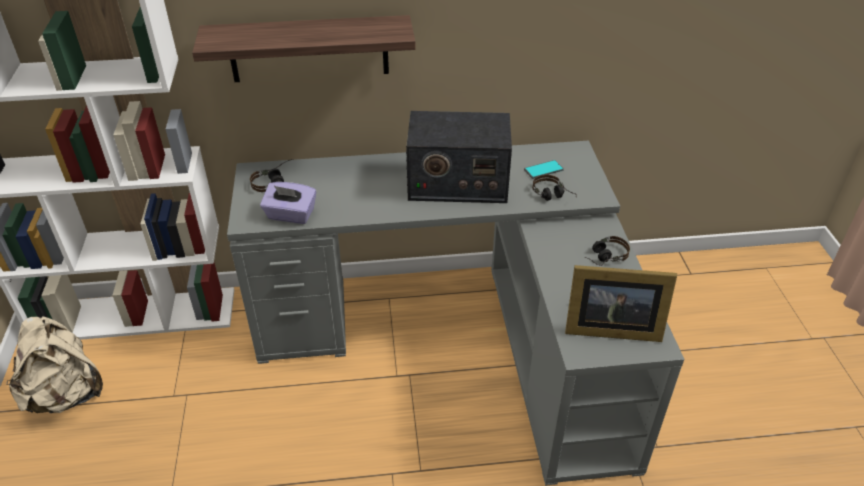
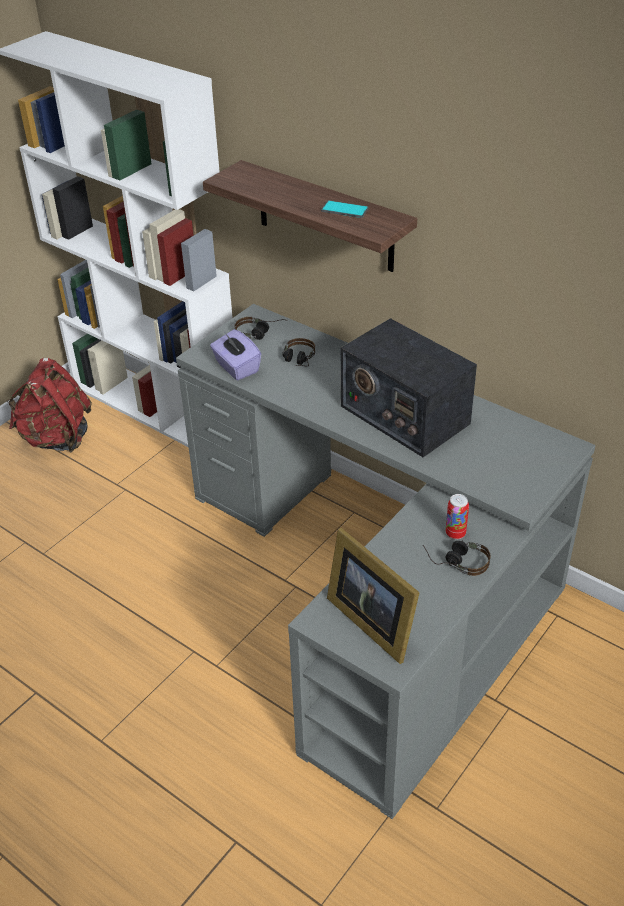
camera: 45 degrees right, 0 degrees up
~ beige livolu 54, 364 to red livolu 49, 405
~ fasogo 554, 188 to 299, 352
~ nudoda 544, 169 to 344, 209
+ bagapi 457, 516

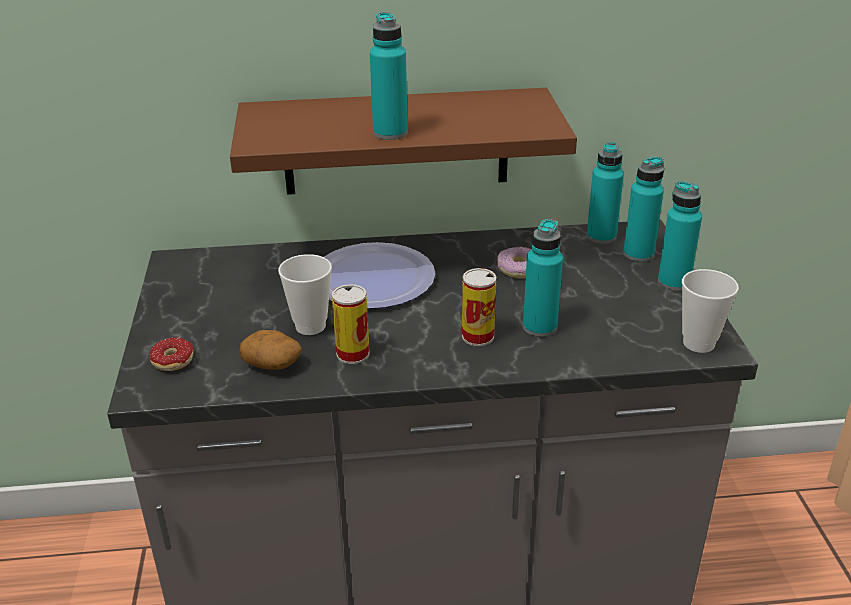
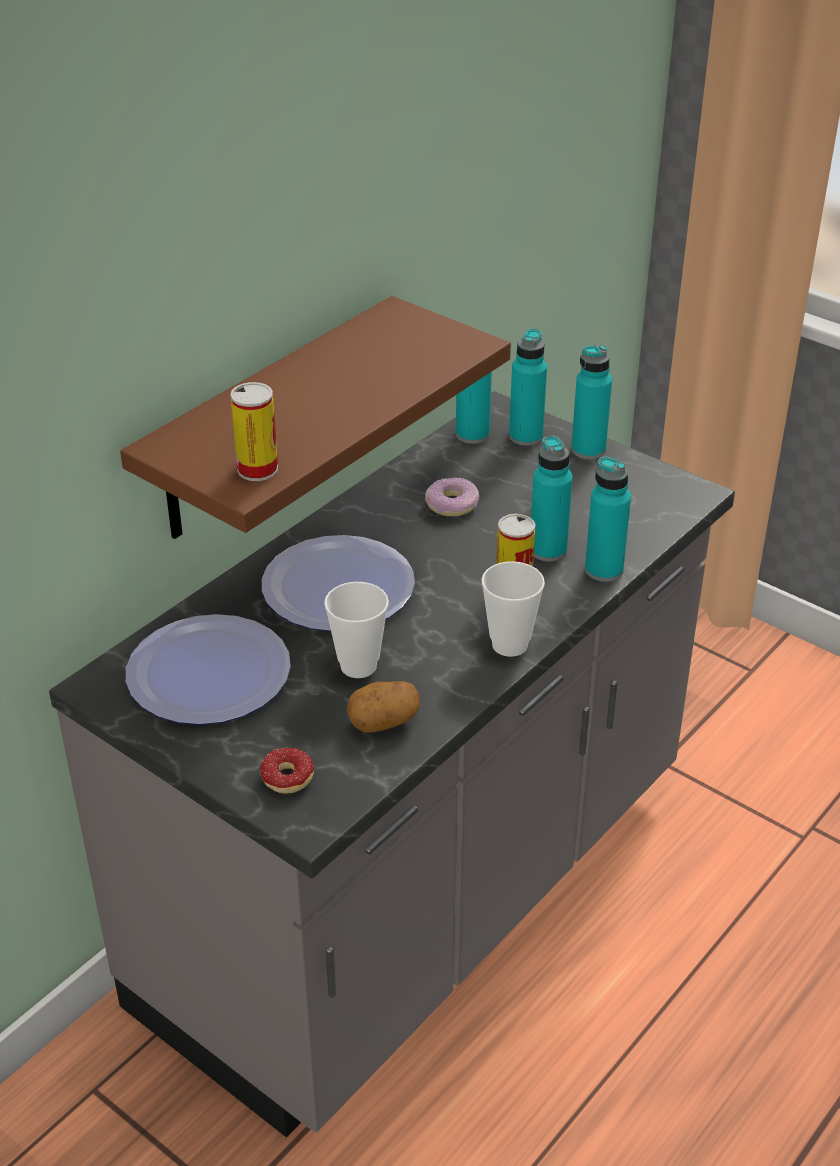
camera: 45 degrees left, 5 degrees up
+ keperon 208, 669
~ bagapi 351, 324 to 254, 431
~ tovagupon 710, 311 to 513, 609
~ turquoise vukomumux 389, 76 to 608, 519

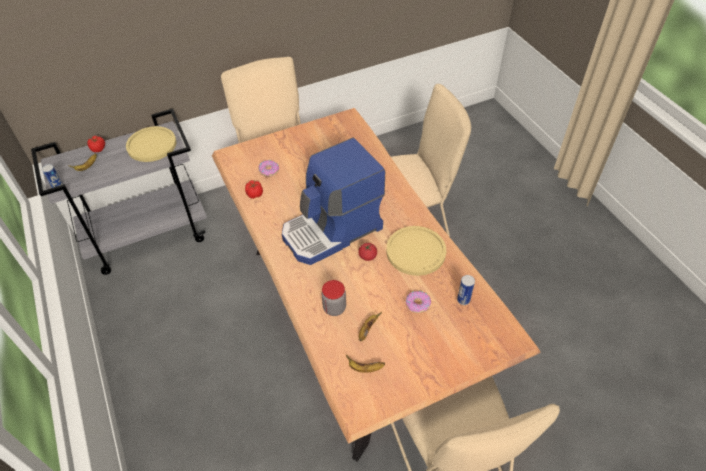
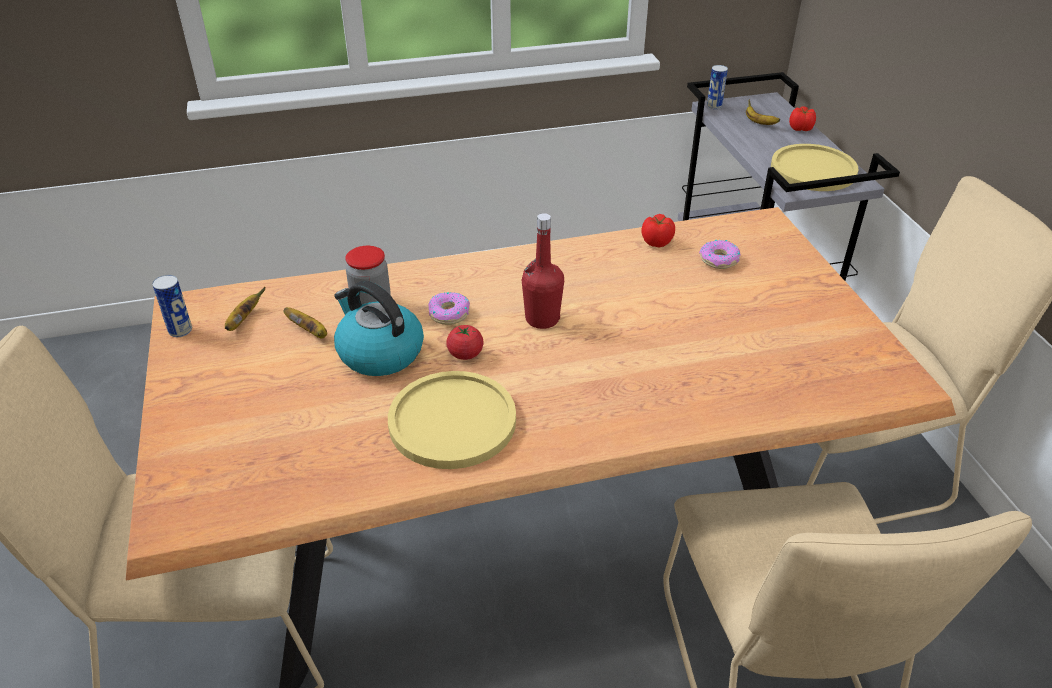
camera: 100 degrees right, 10 degrees down
~ bagapi 466, 290 to 172, 306
+ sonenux 379, 328
~ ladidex 418, 302 to 449, 308
~ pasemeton 333, 201 to red vukomumux 543, 271

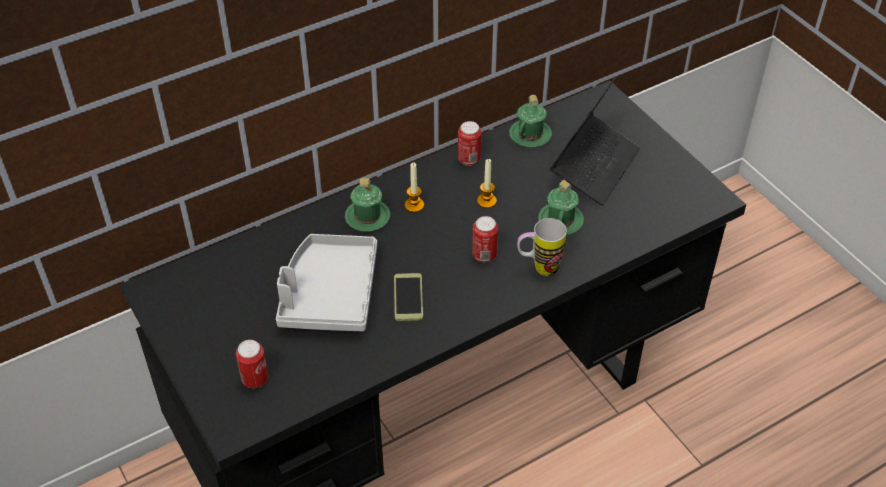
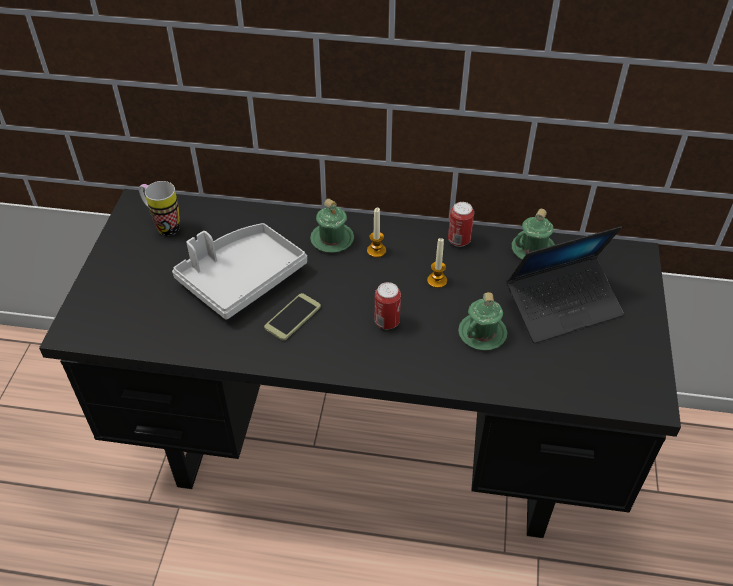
camera: 40 degrees right, 0 degrees up
~ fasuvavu 542, 247 to 159, 208
- bagapi 252, 364

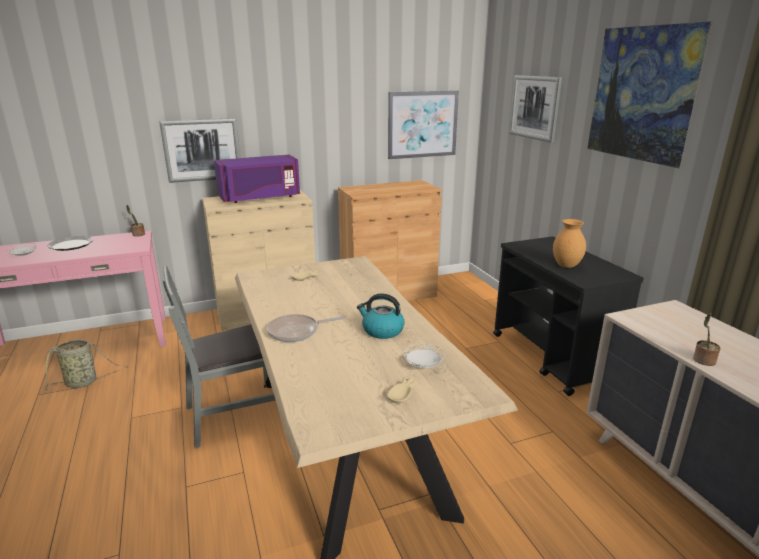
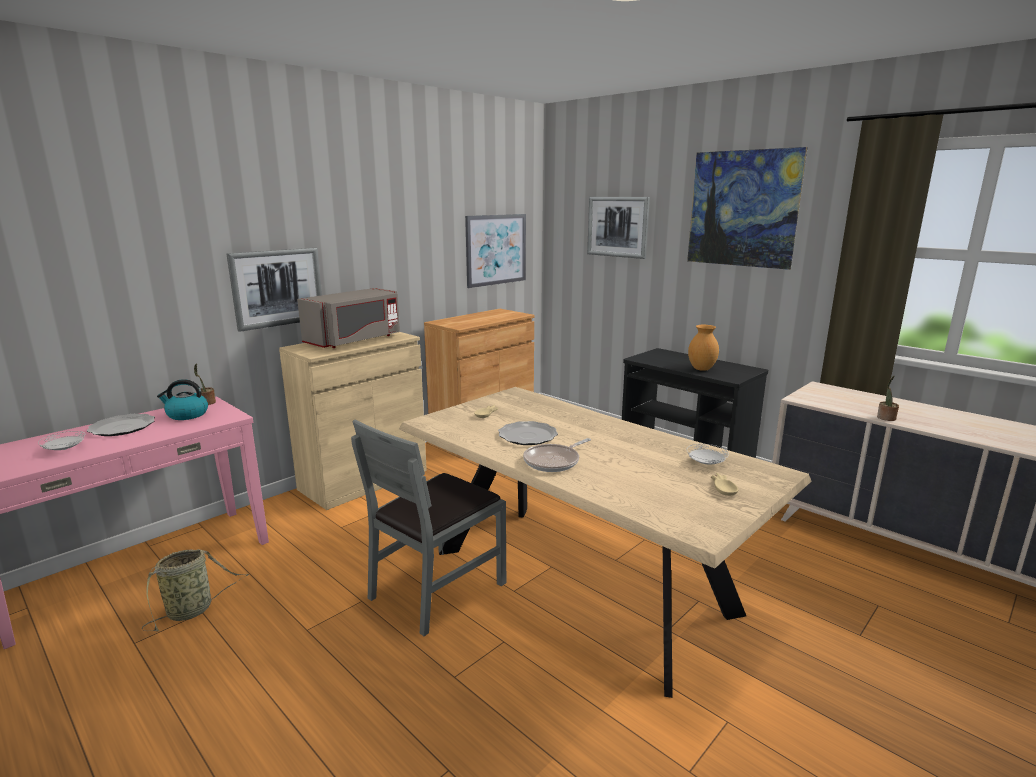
camera: 25 degrees left, 5 degrees down
~ sonenux 381, 316 to 182, 399
~ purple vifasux 257, 179 to grey vifasux 348, 318
+ keperon 528, 433

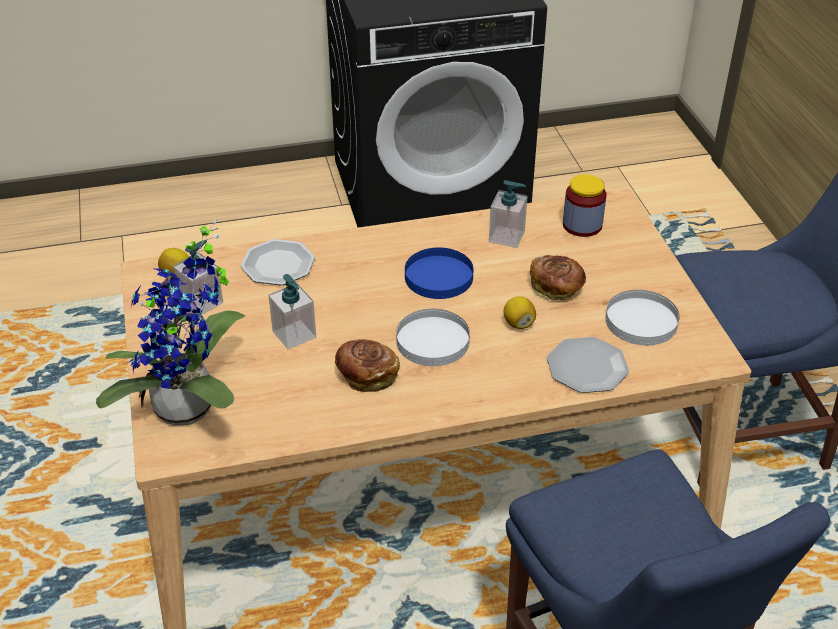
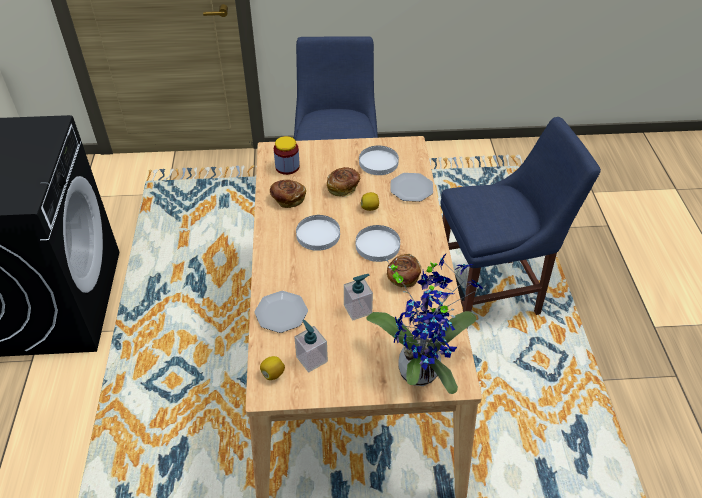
camera: 80 degrees left, 5 degrees up
~ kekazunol 508, 214 to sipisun 288, 194
~ blue keperon 439, 273 to white keperon 318, 233

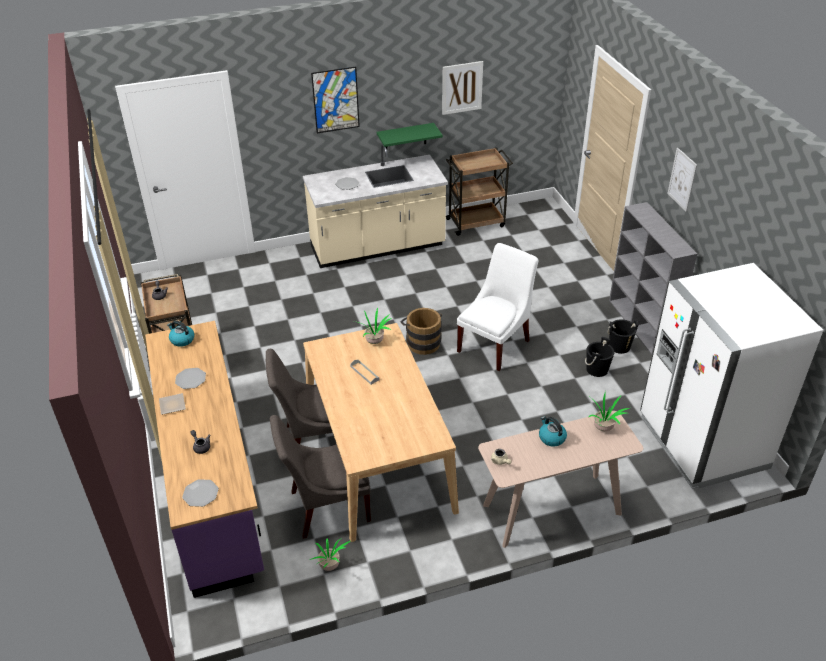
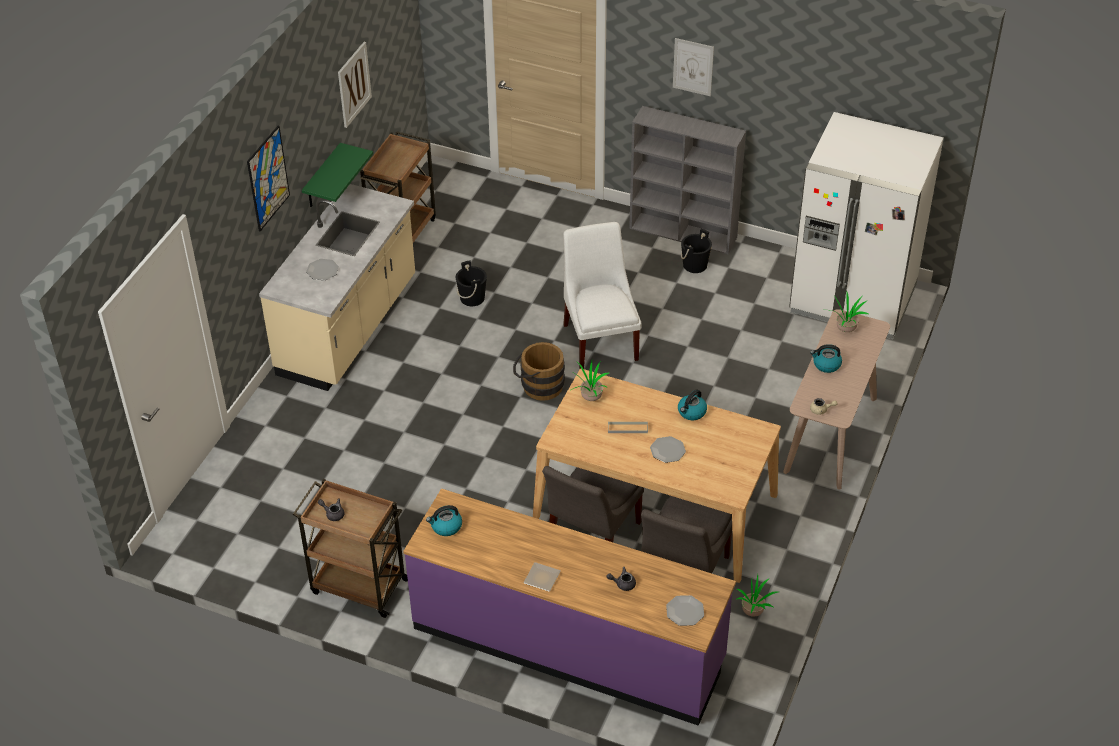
camera: 50 degrees left, 5 degrees up
~ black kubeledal 599, 357 to 471, 283
~ keperon 190, 378 to 668, 449
+ sonenux 692, 405

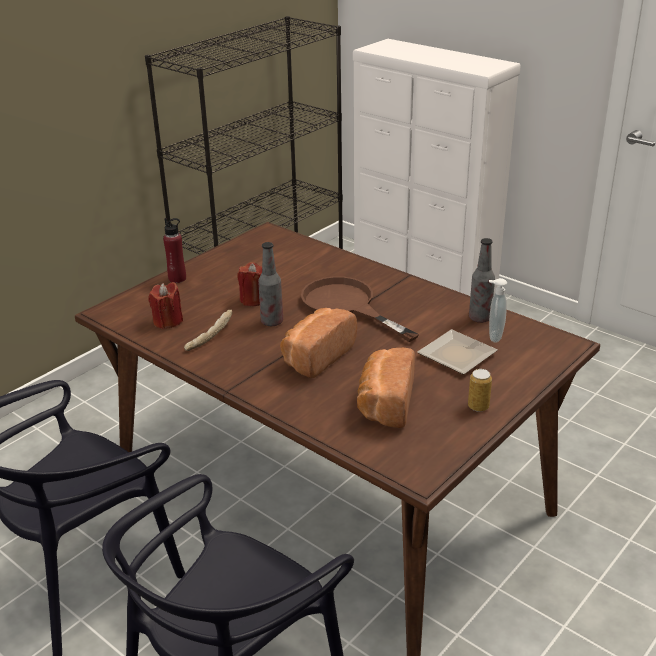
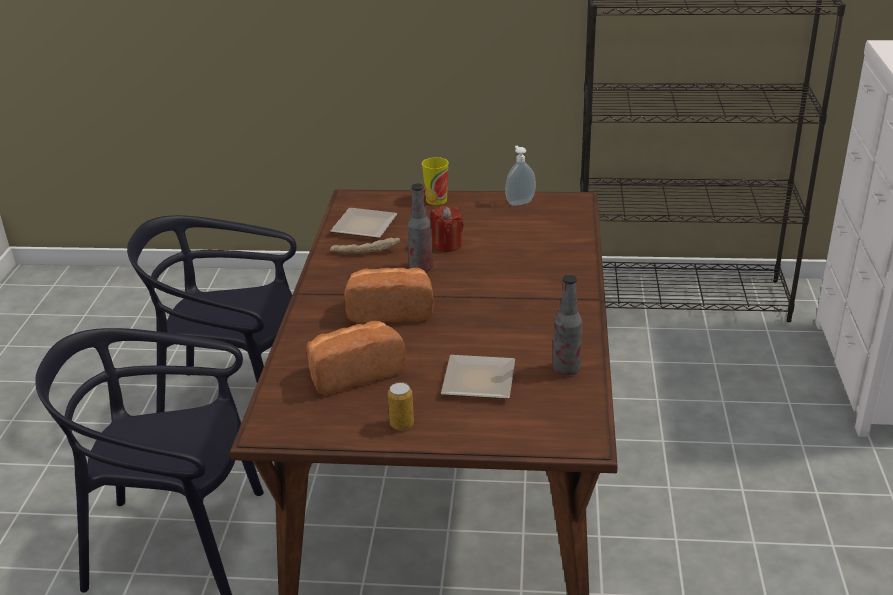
camera: 55 degrees right, 0 degrees up
~ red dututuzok 166, 305 to keperon 364, 223
~ red vukomumux 174, 250 to tovagupon 435, 181
~ kekazunol 498, 310 to 520, 176
- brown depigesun 360, 309

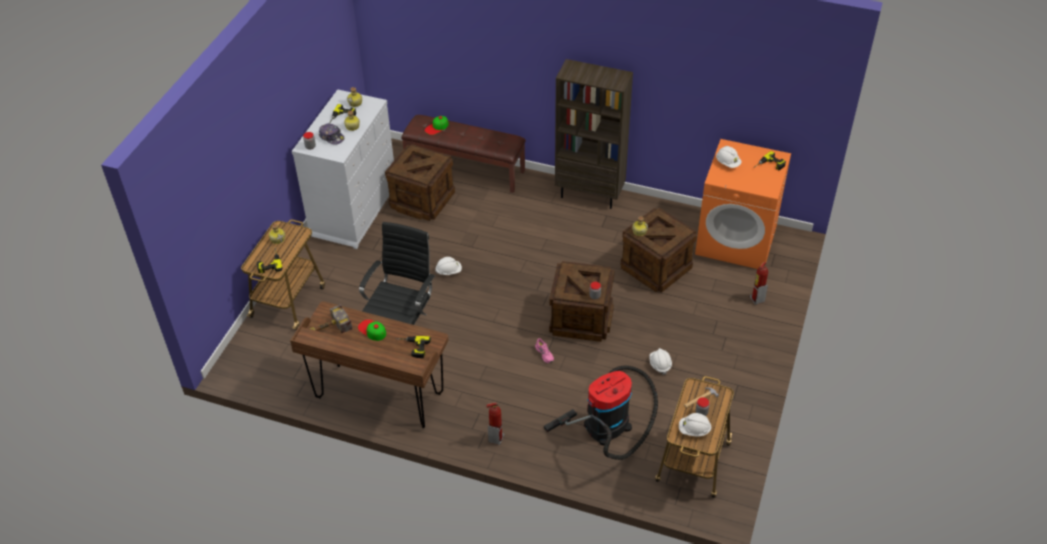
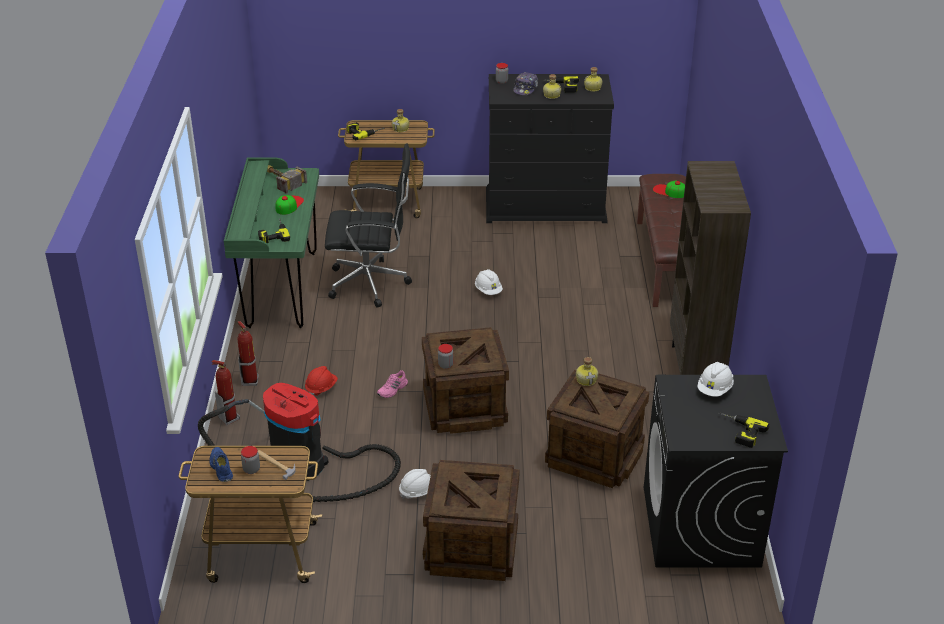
camera: 70 degrees right, 10 degrees down
~ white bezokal 695, 425 to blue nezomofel 221, 464
~ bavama 759, 283 to 226, 392
~ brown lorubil 369, 364 to green lorubil 271, 242
+ red bezokal 321, 381
~ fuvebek 420, 182 to 471, 520
~ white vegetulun 343, 169 to black vegetulun 550, 148
~ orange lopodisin 743, 204 to black lopodisin 716, 471

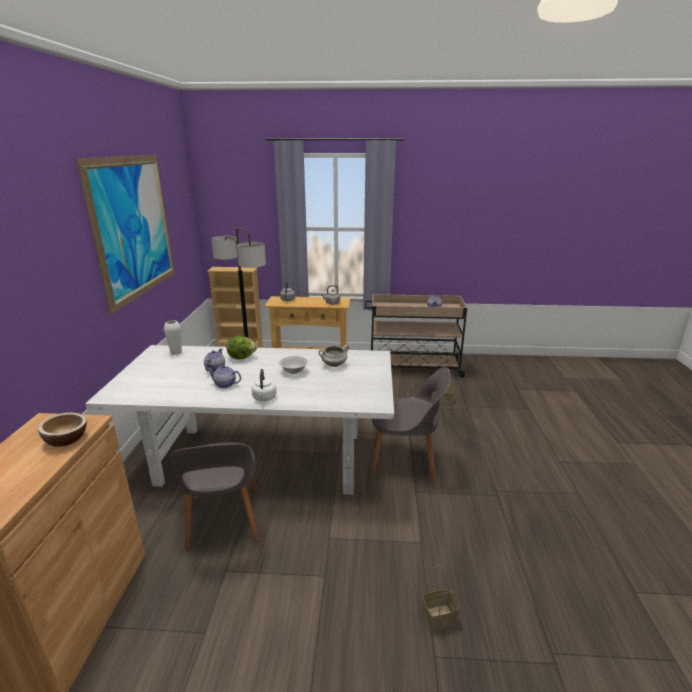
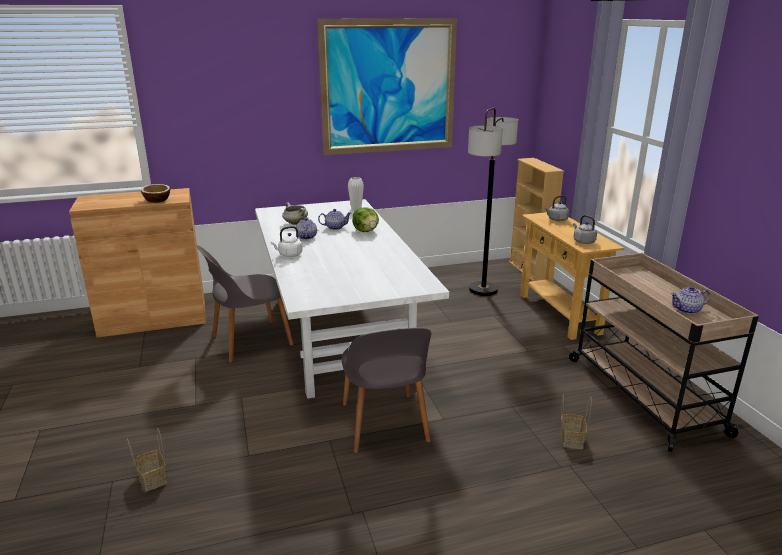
camera: 70 degrees right, 0 degrees up
~ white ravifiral 334, 356 to 295, 214
- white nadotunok 293, 365

